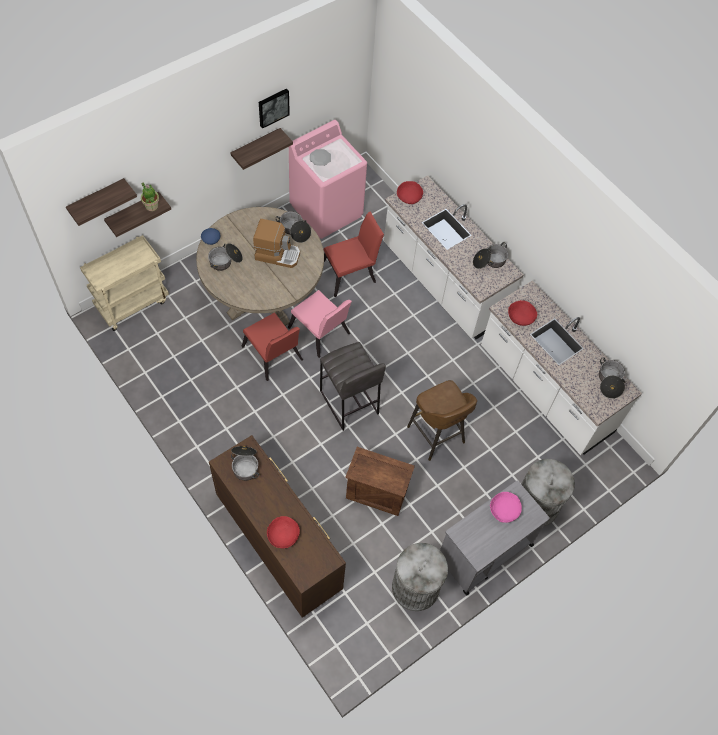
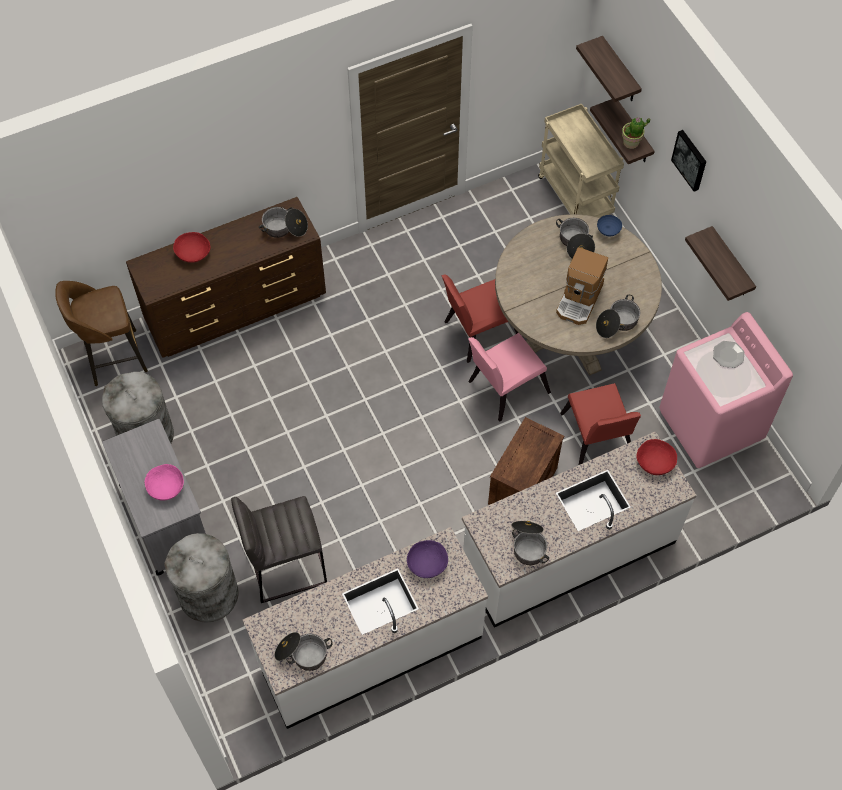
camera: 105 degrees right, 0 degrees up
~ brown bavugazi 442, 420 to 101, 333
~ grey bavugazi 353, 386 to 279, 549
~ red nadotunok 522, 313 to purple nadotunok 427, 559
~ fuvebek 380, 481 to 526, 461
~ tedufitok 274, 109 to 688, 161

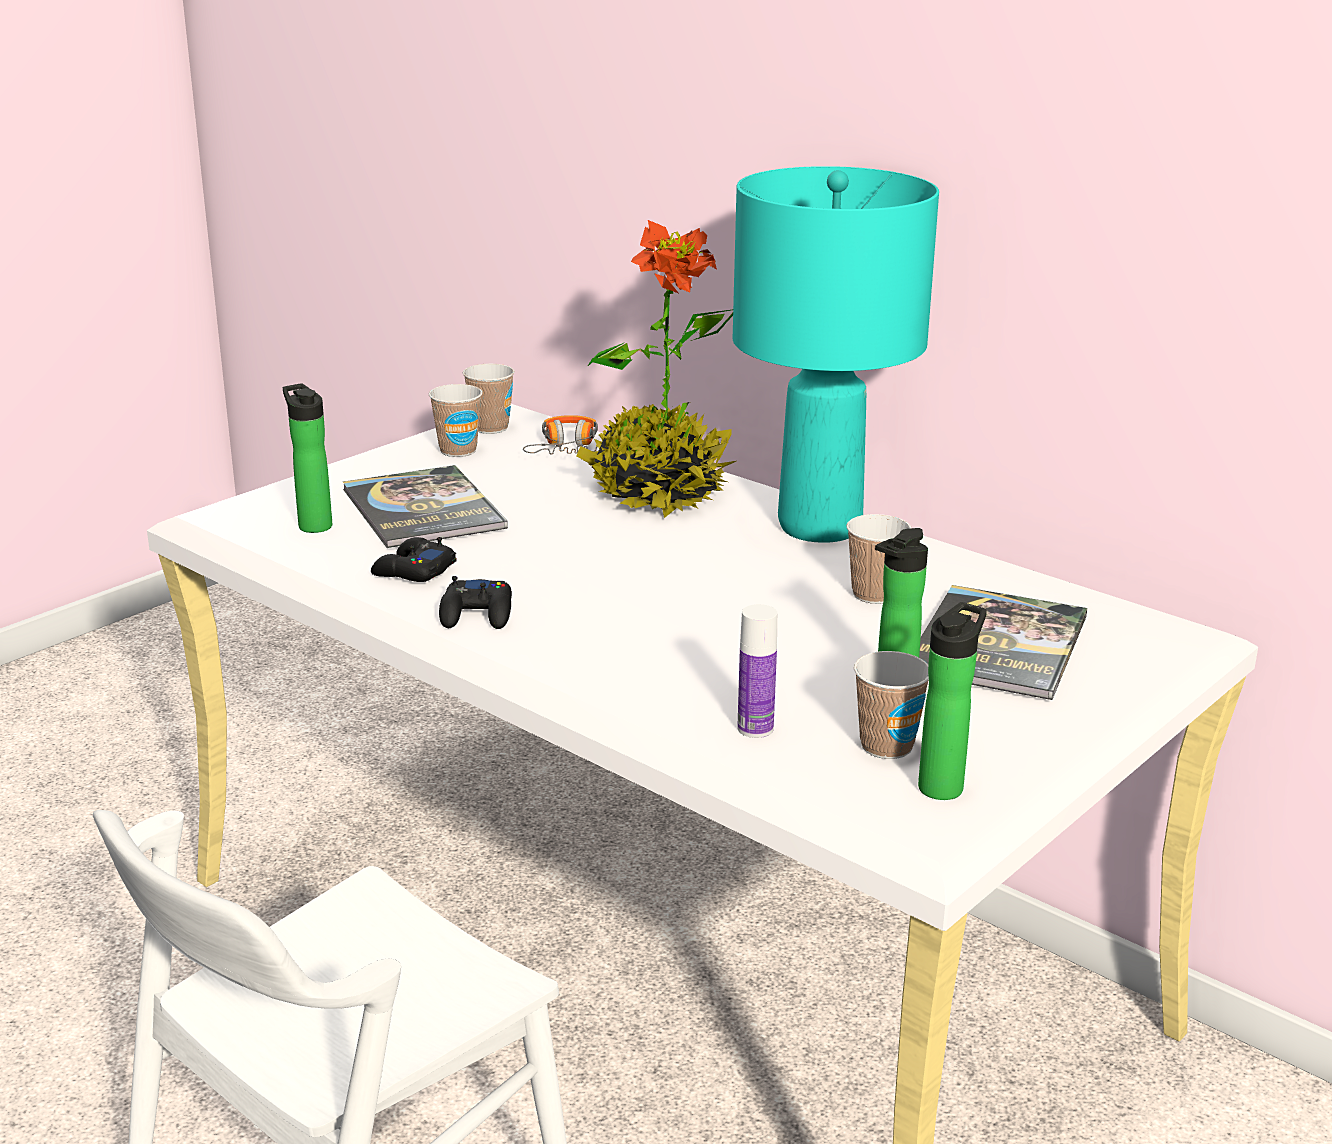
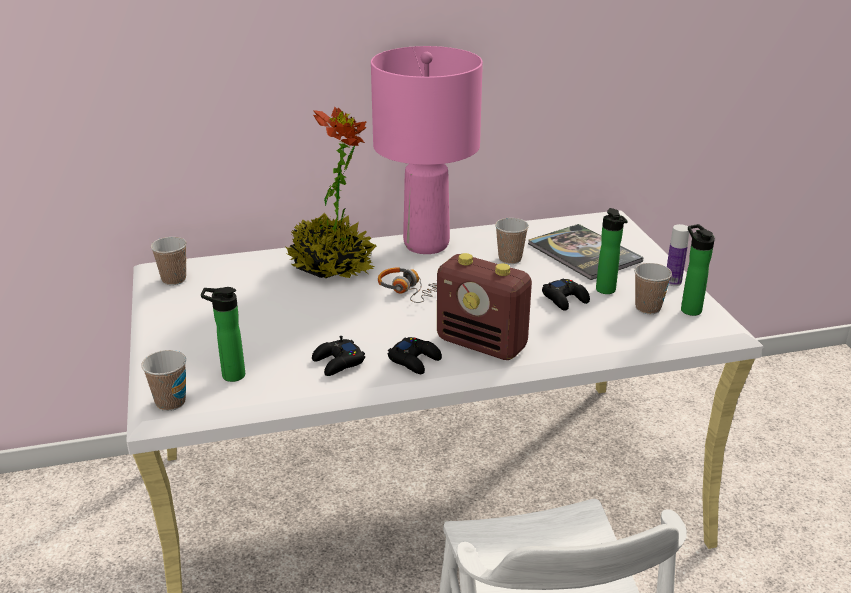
camera: 55 degrees left, 5 degrees up
~ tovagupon 456, 420 to 163, 380
~ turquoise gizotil 836, 354 to pink gizotil 427, 150
~ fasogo 560, 434 to 407, 285
+ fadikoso 484, 306
+ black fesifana 566, 294
~ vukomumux 757, 671 to 678, 255
- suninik 425, 506

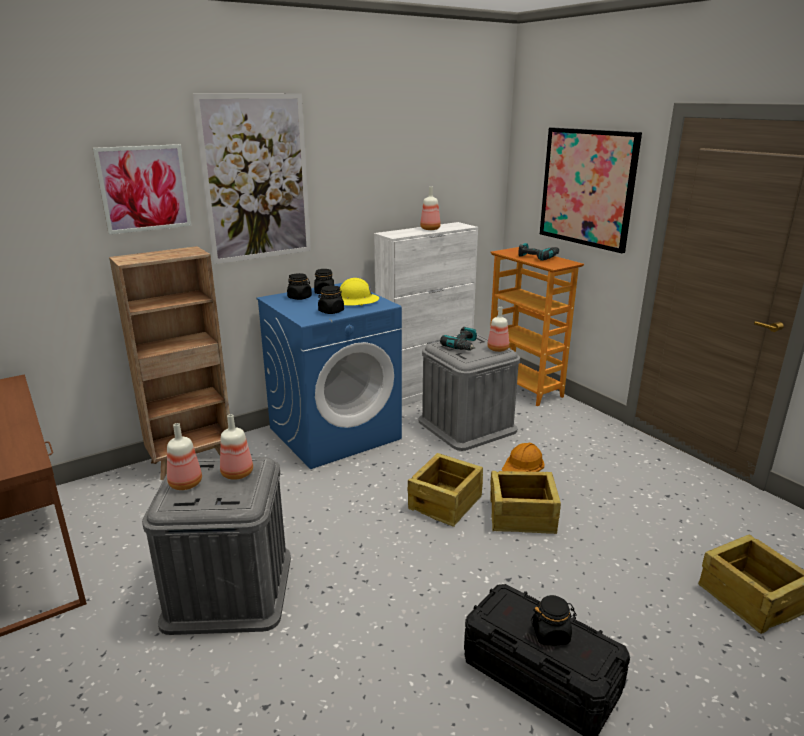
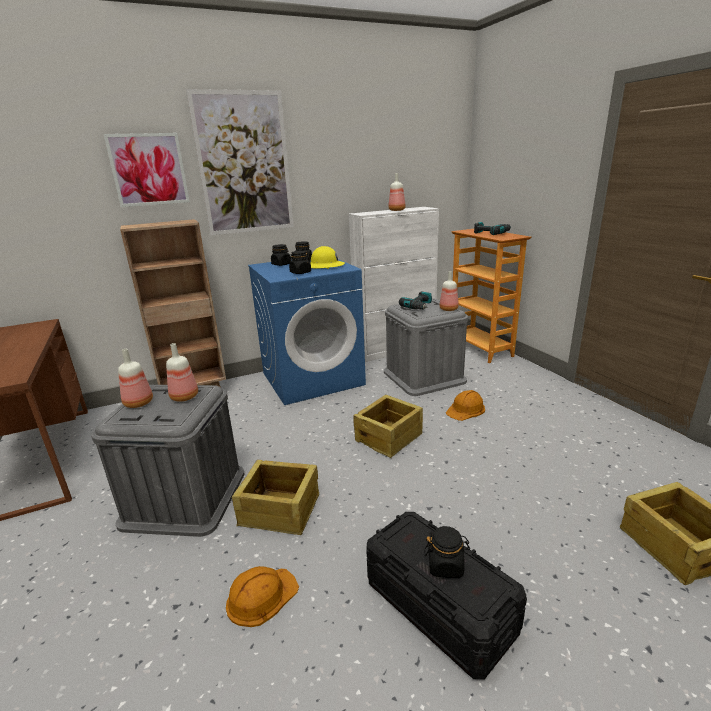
camera: 10 degrees right, 0 degrees up
+ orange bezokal 262, 596
~ fuvebek 525, 502 to 275, 497
- tedufitok 591, 190

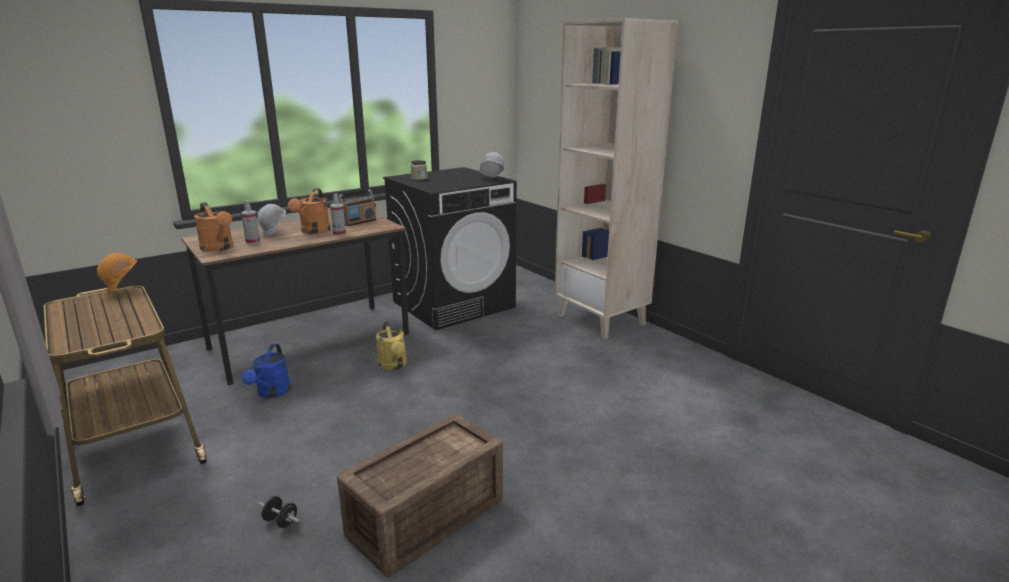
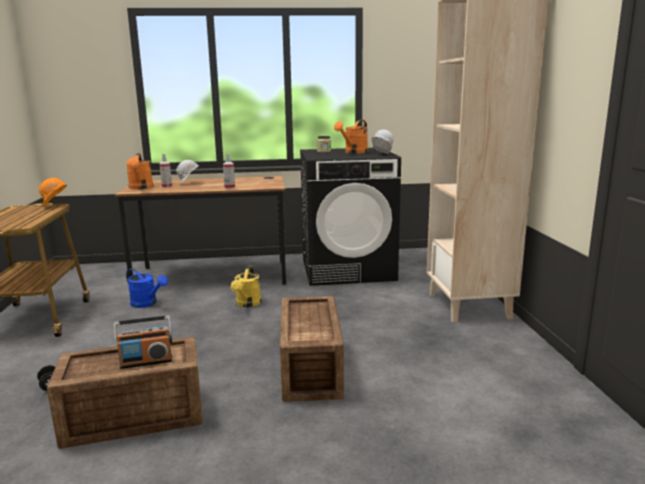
camera: 30 degrees right, 5 degrees down
~ fadikoso 357, 207 to 143, 342
~ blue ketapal 266, 371 = 147, 288 90 degrees counterclockwise
+ fuvebek 312, 349
~ orange ketapal 309, 211 to 351, 137

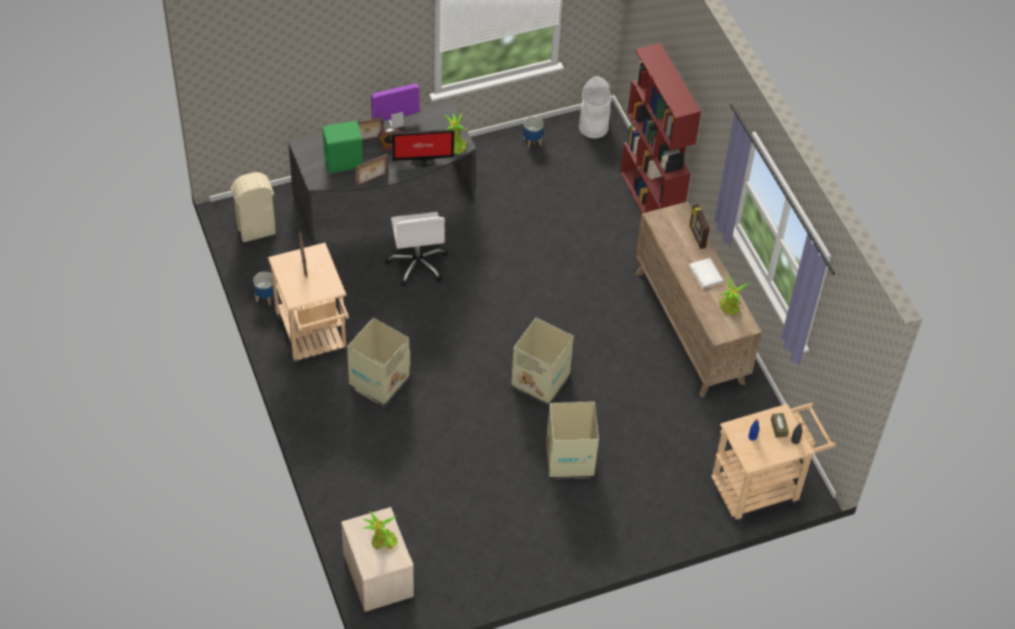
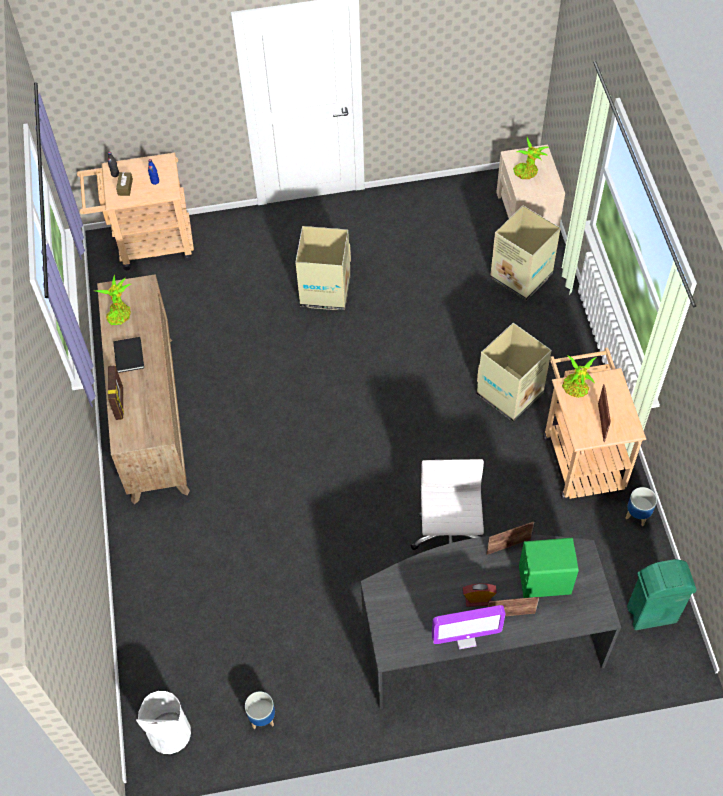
camera: 165 degrees left, 5 degrees up
~ white suninik 706, 273 to black suninik 128, 355
~ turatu 542, 362 to 525, 252
~ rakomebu 456, 133 to 579, 376
~ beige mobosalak 253, 207 to green mobosalak 662, 594
- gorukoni 423, 148
- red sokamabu 660, 128

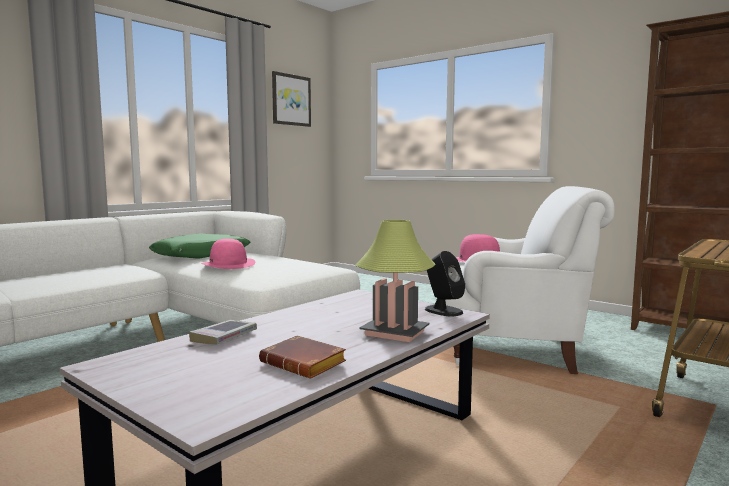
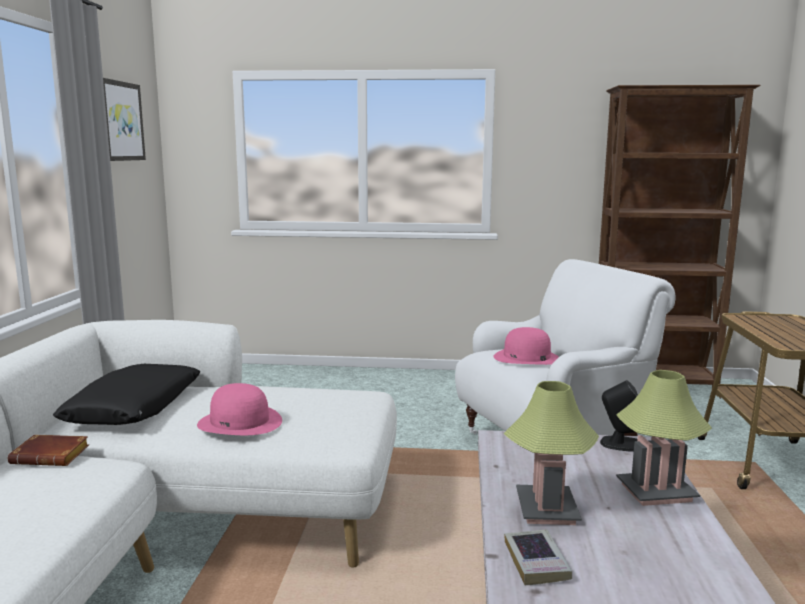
camera: 35 degrees left, 5 degrees up
~ brown suninik 302, 356 to 48, 450
~ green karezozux 199, 246 to black karezozux 126, 394
+ gizotil 551, 453

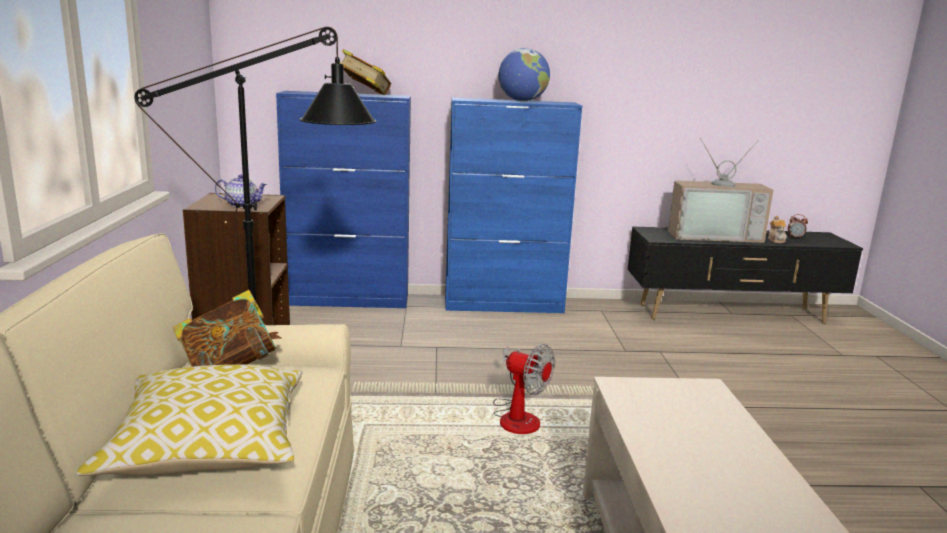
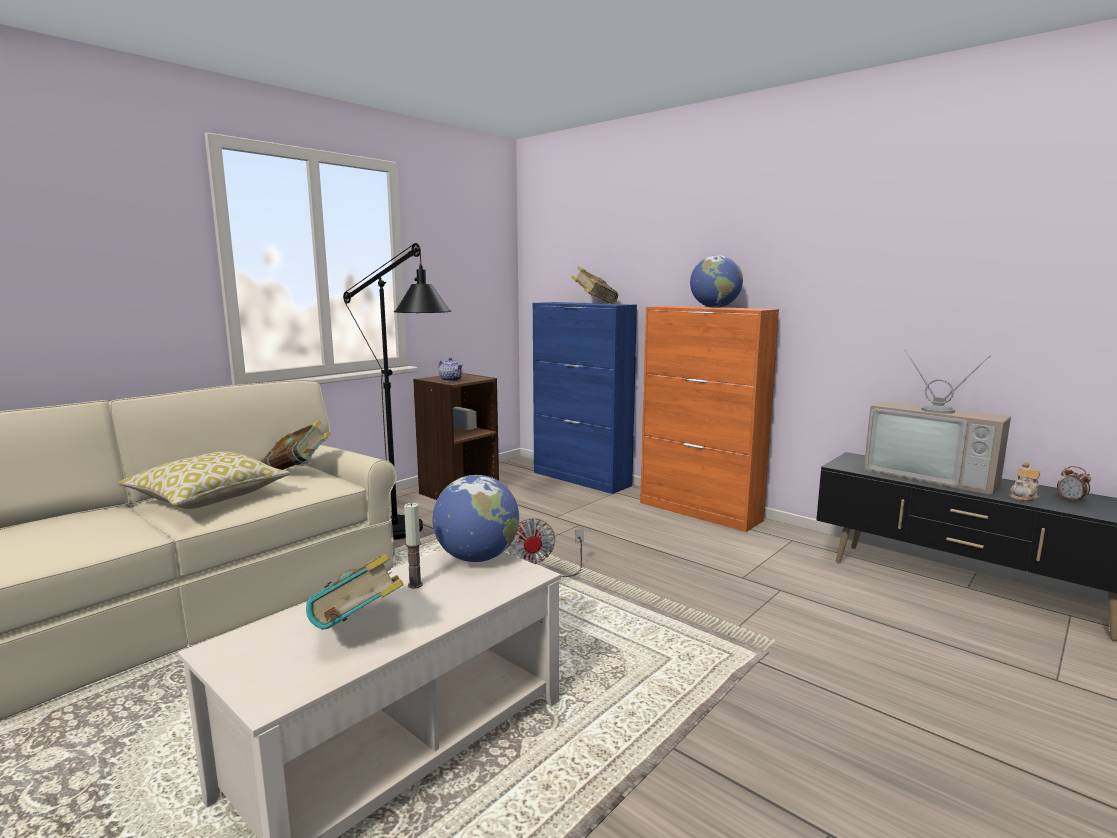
camera: 45 degrees right, 5 degrees down
+ suninik 355, 591
+ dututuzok 413, 545
+ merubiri 475, 518
~ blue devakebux 513, 205 to orange devakebux 709, 419

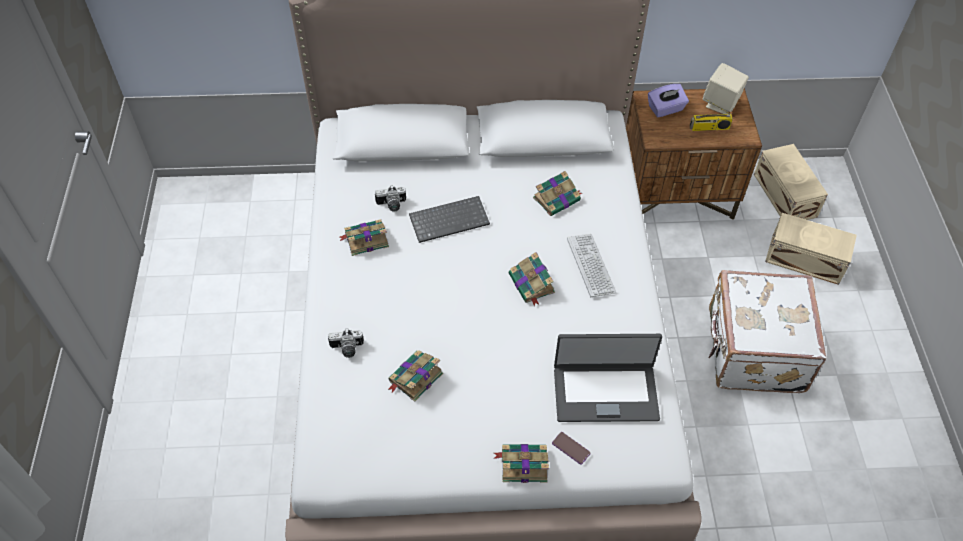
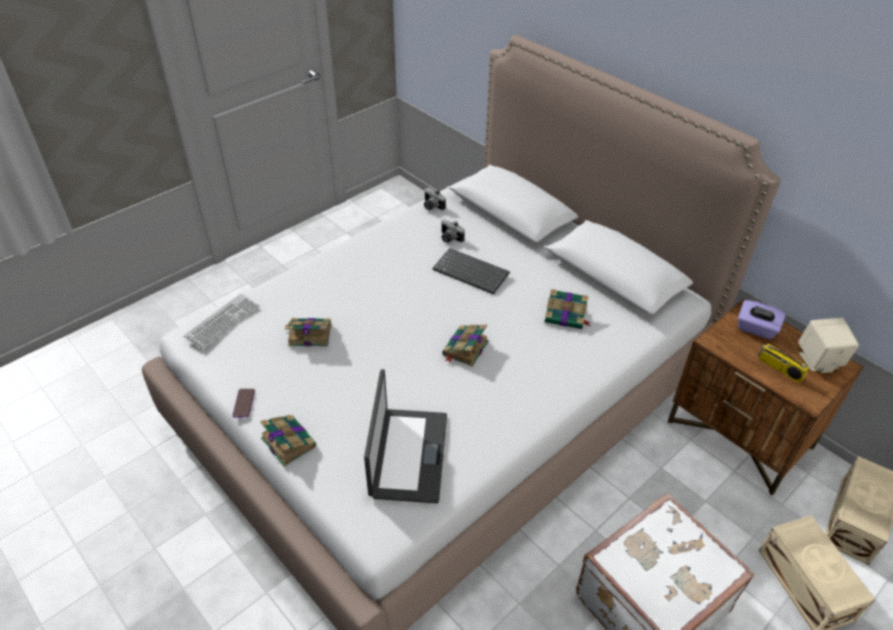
camera: 50 degrees right, 10 degrees down
~ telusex 591, 265 to 221, 322
~ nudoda 571, 448 to 243, 403
~ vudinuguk 608, 378 = 405, 436 135 degrees counterclockwise
~ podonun 346, 343 to 435, 199
- suninik 364, 237

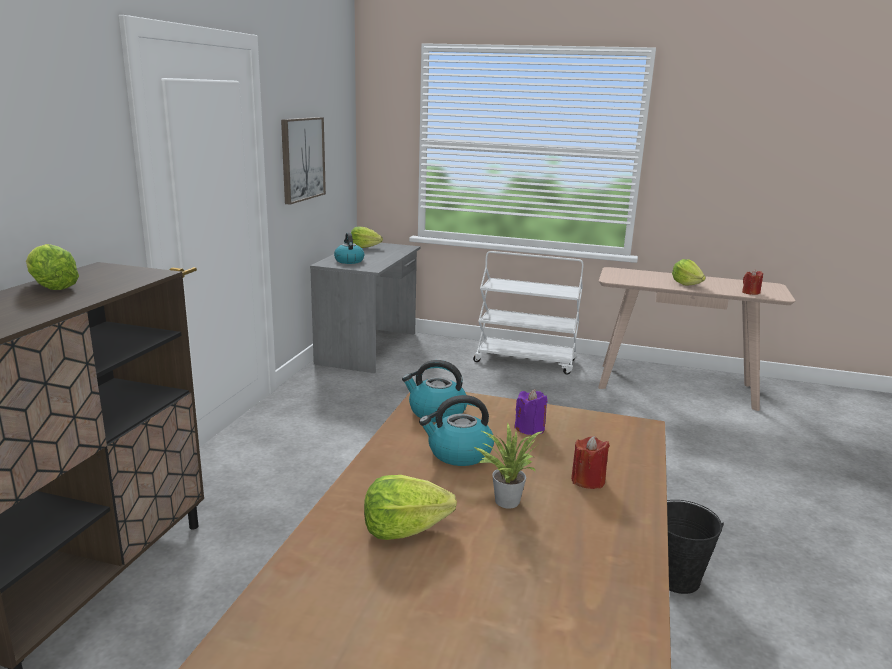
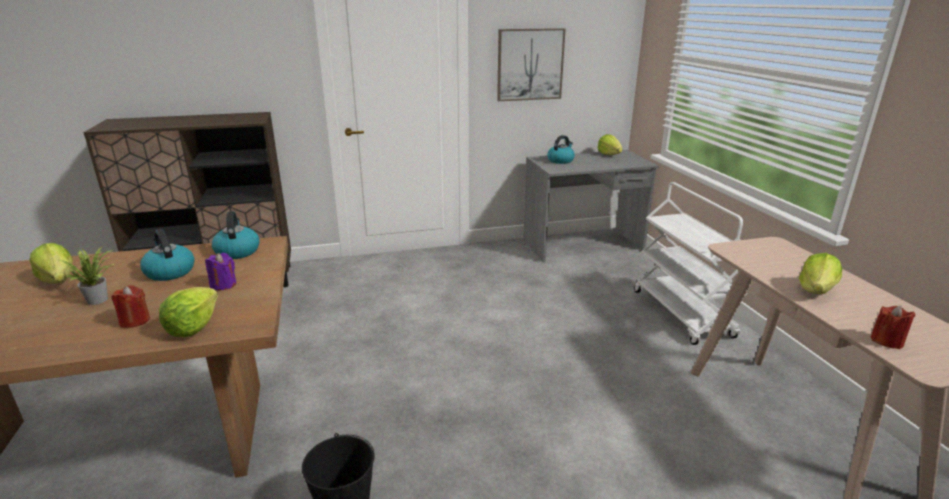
camera: 60 degrees right, 5 degrees up
~ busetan 52, 267 to 188, 312

